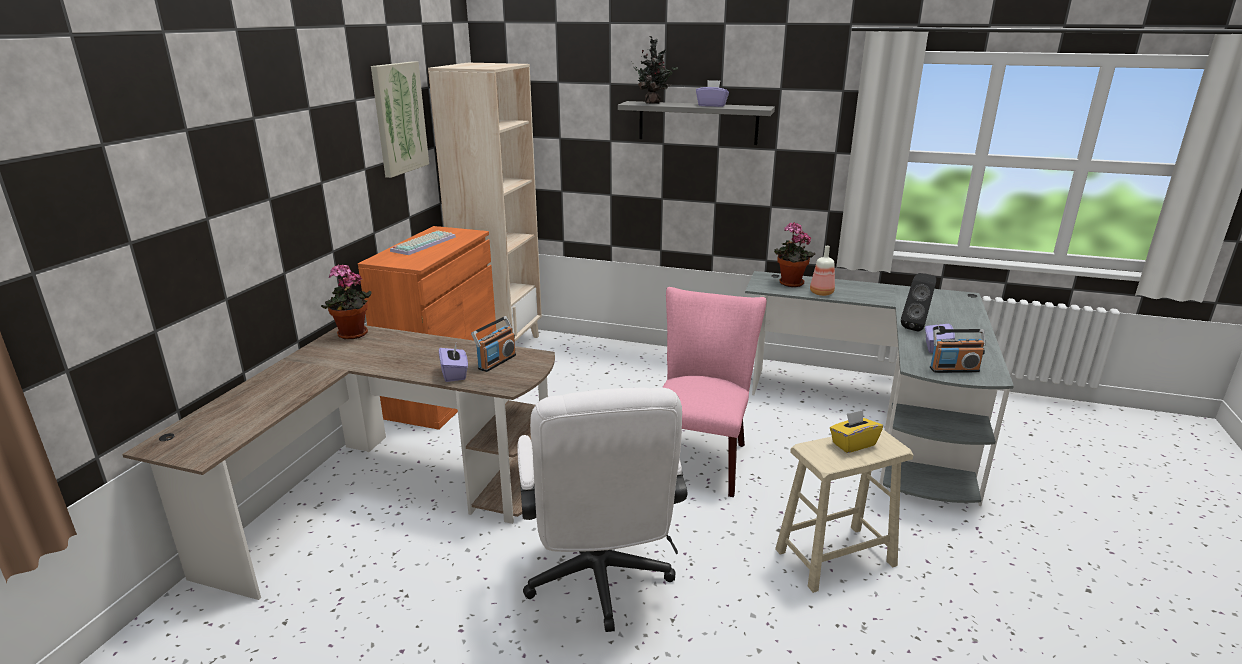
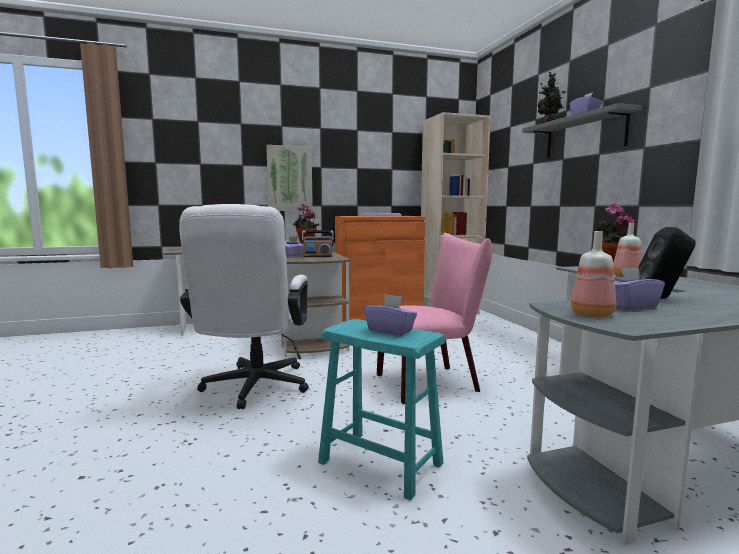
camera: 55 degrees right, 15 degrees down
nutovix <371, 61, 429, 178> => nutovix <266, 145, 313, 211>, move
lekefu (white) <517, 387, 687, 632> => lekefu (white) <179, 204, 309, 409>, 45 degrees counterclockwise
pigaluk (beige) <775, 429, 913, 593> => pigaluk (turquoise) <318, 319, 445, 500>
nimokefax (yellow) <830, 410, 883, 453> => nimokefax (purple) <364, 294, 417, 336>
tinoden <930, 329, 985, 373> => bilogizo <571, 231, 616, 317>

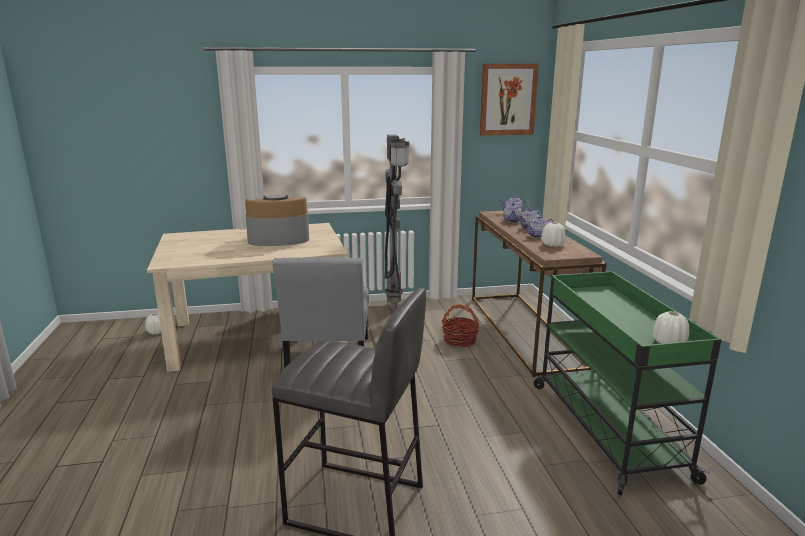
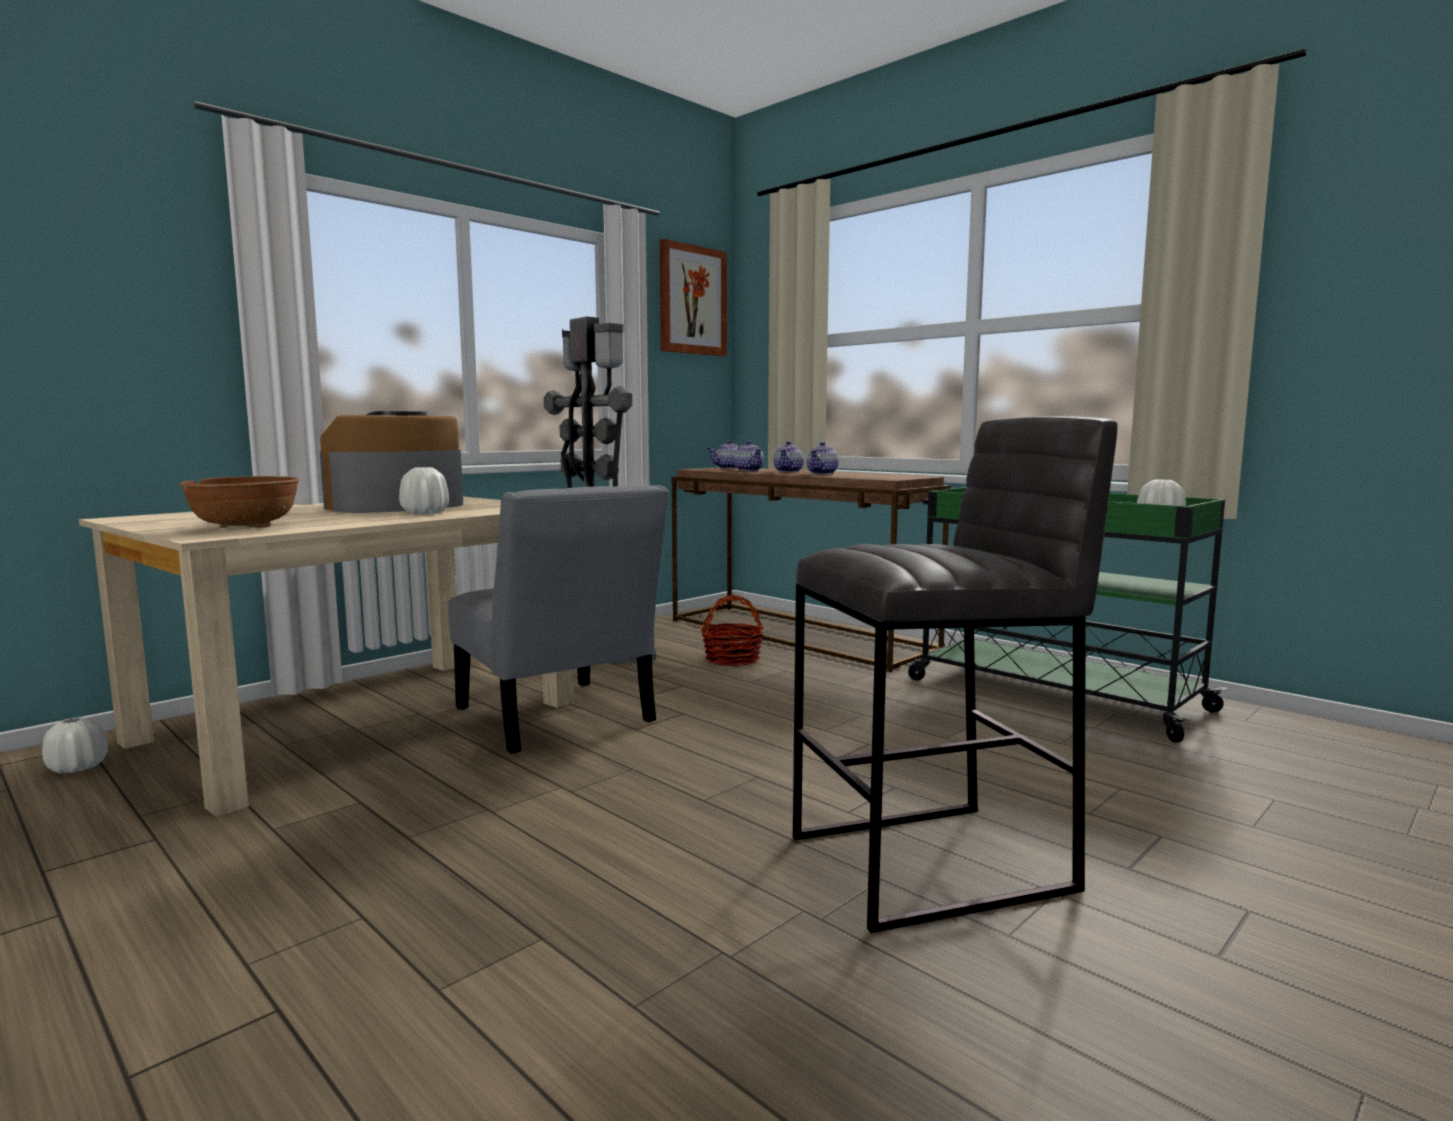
camera: 35 degrees left, 10 degrees down
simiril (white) <541, 222, 565, 247> => simiril (white) <399, 467, 449, 514>, move
nothing => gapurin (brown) <180, 476, 299, 528>

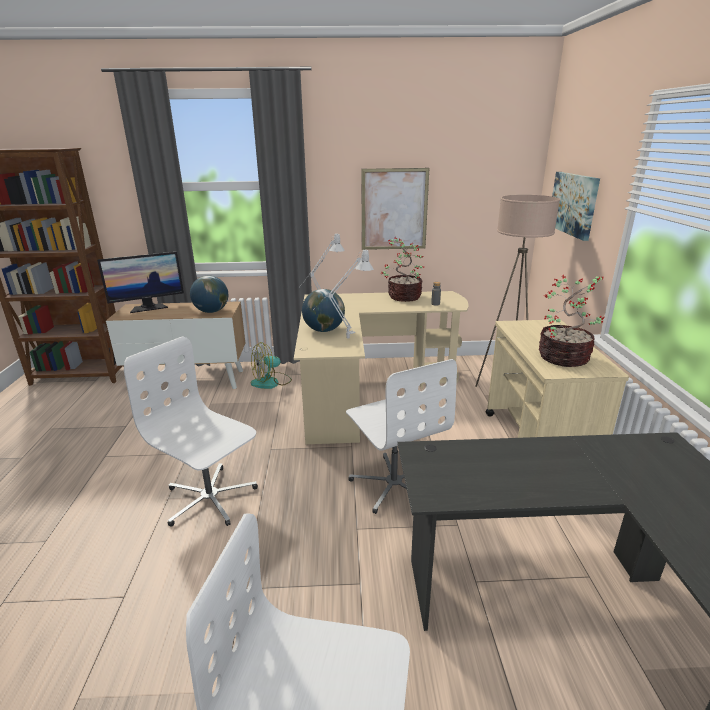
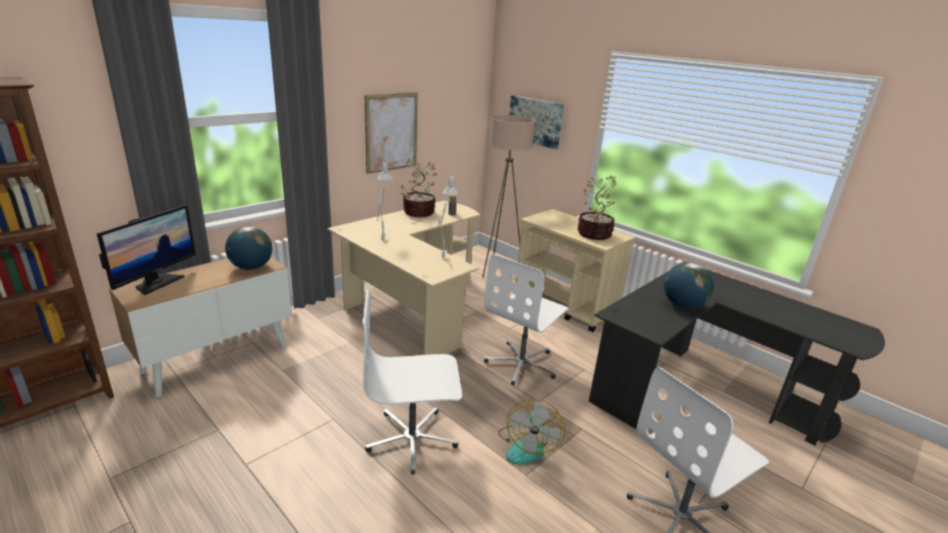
camera: 45 degrees left, 0 degrees up
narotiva <251, 342, 292, 389> => narotiva <498, 399, 565, 464>, move
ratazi <302, 289, 345, 332> => ratazi <664, 262, 714, 309>, move
lekefu (white) <346, 359, 457, 514> => lekefu (white) <484, 254, 569, 385>, 105 degrees clockwise

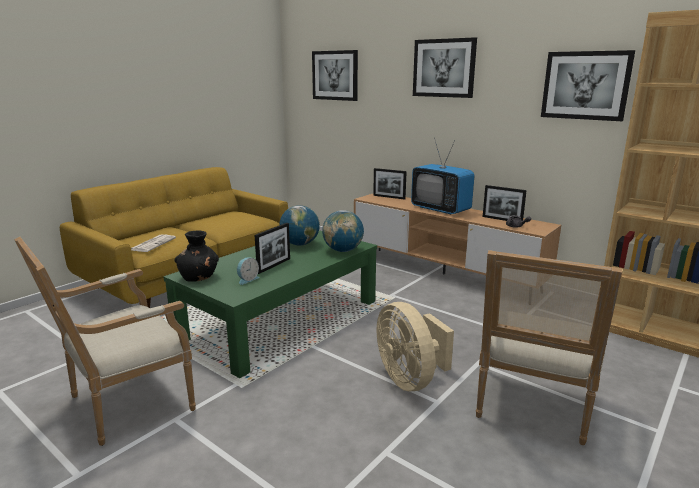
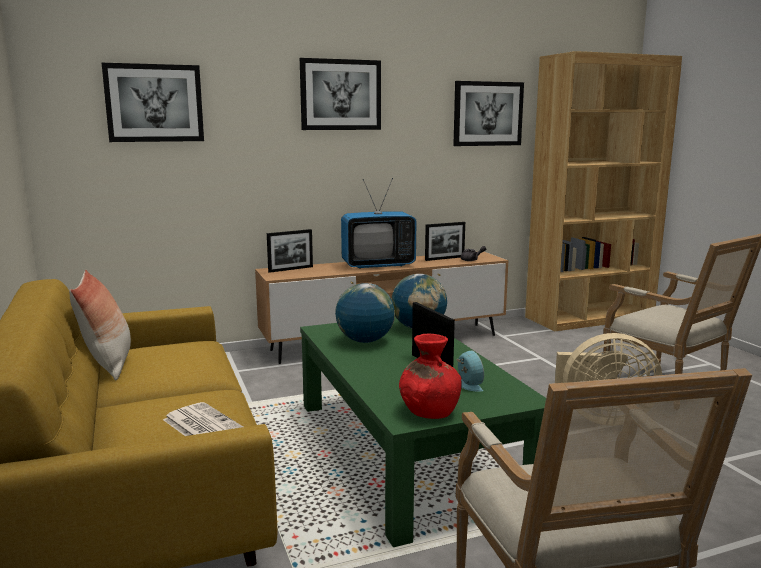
camera: 60 degrees left, 5 degrees down
simiril (black) <174, 230, 219, 282> => simiril (red) <399, 333, 462, 419>
nothing => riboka <69, 270, 131, 380>

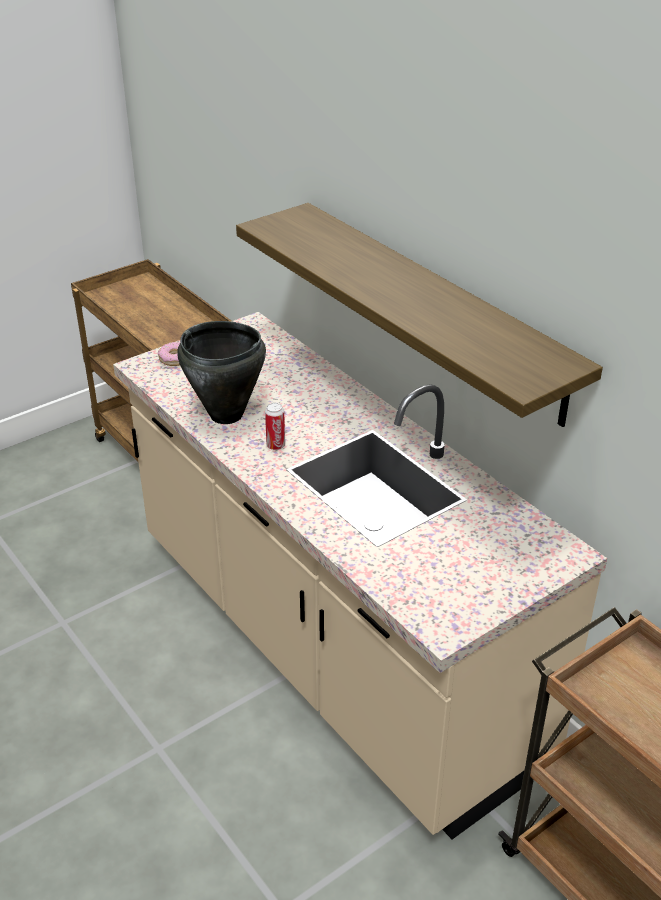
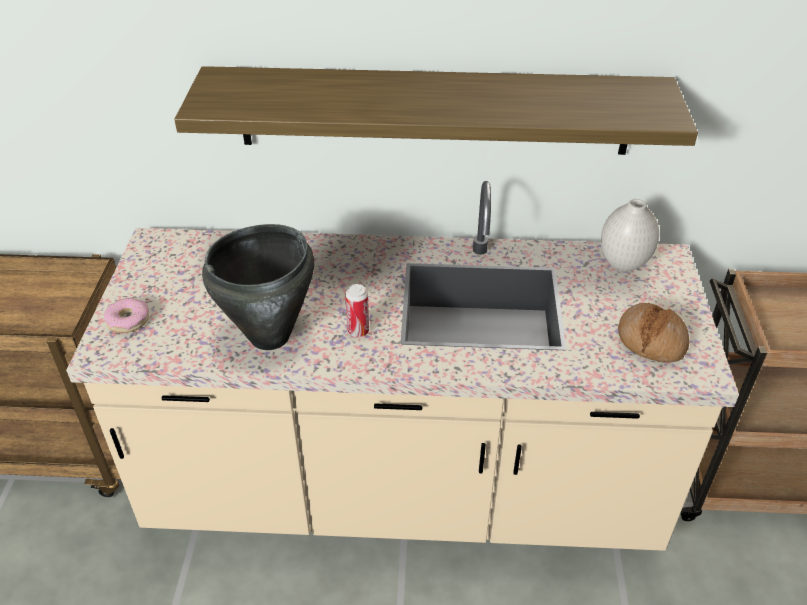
camera: 50 degrees left, 5 degrees up
nothing => simiril (white) <601, 199, 659, 272>
nothing => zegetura <618, 303, 689, 363>

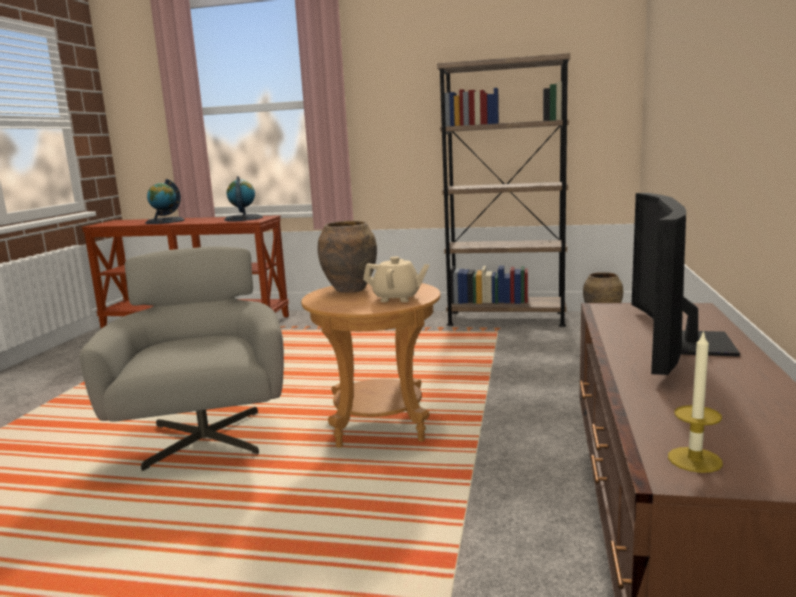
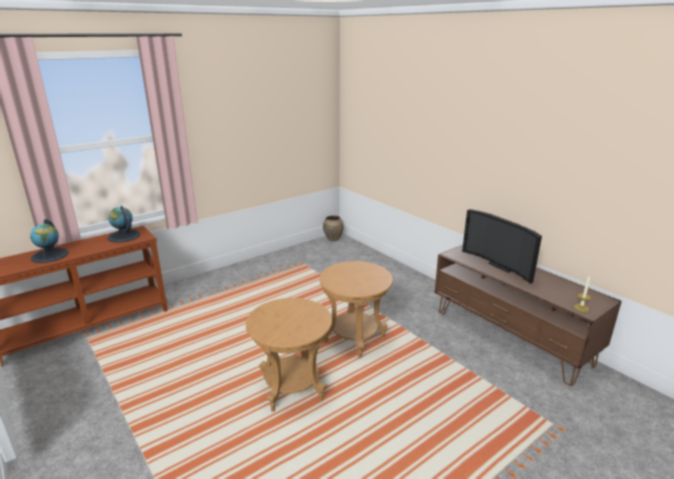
camera: 50 degrees left, 10 degrees up
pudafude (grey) <80, 246, 284, 471> => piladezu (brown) <246, 298, 332, 412>
simiril (brown) <317, 221, 377, 293> => nothing
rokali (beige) <363, 256, 430, 302> => nothing
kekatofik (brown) <437, 53, 570, 327> => nothing

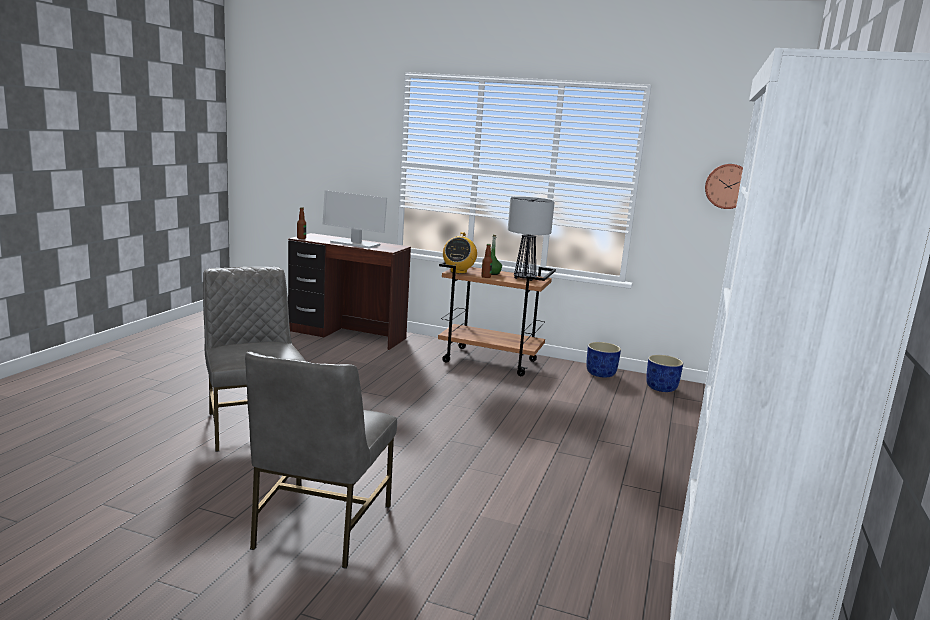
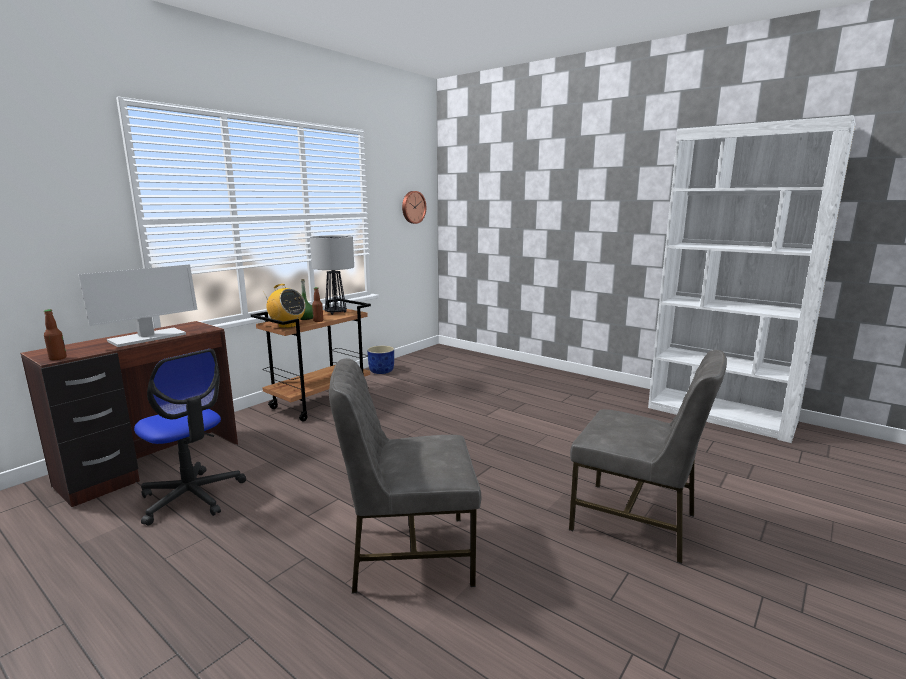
camera: 70 degrees left, 0 degrees up
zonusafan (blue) <646, 355, 683, 392> => nothing
nothing => lekefu <134, 349, 246, 525>

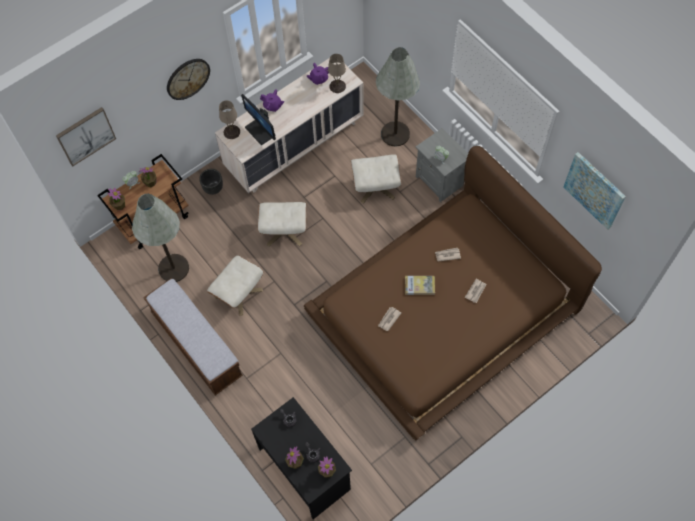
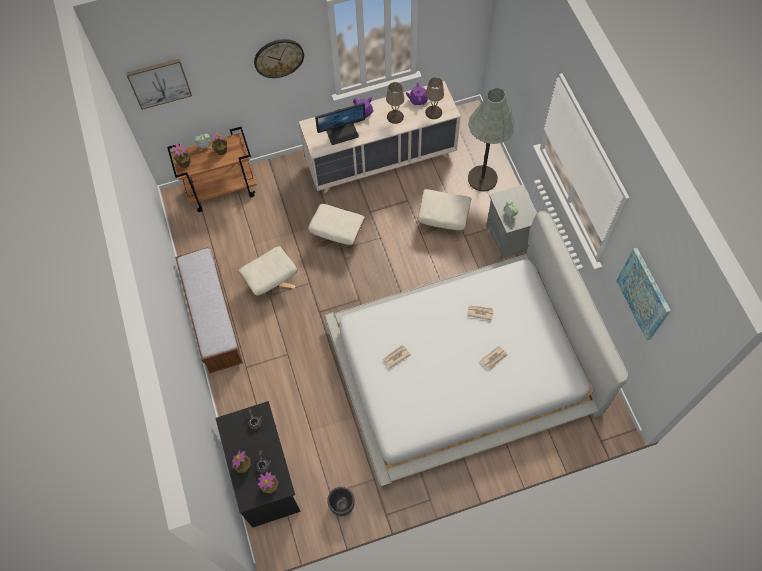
camera: 20 degrees right, 0 degrees up
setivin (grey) <132, 194, 189, 282> => nothing
zonusafan (black) <199, 169, 223, 195> => zonusafan (black) <327, 487, 355, 516>, move
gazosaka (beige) <219, 100, 240, 139> => gazosaka (beige) <386, 82, 405, 124>, move
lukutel <241, 94, 276, 145> => lukutel <315, 102, 365, 145>, 90 degrees counterclockwise
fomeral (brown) <304, 146, 602, 440> => fomeral (white) <324, 211, 628, 486>
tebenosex <405, 276, 435, 295> => nothing

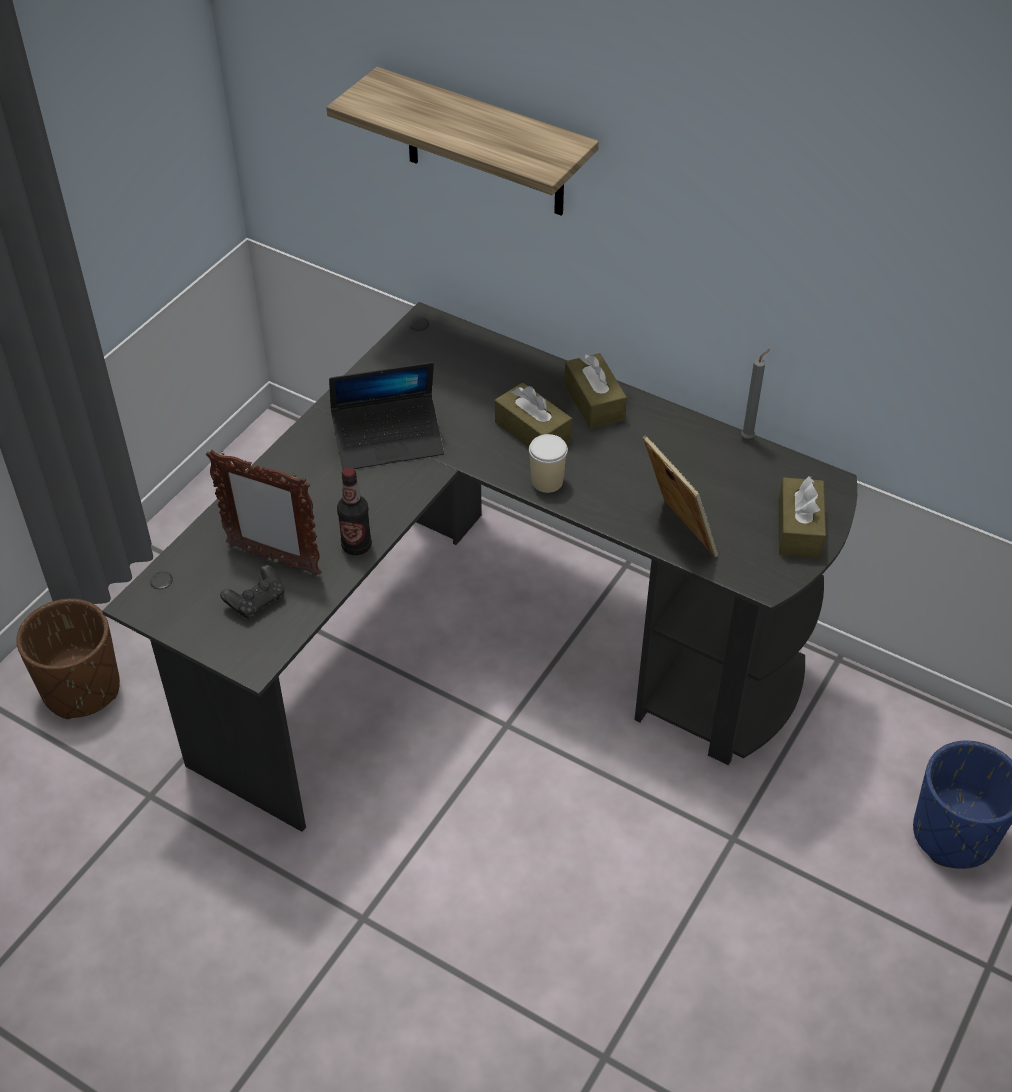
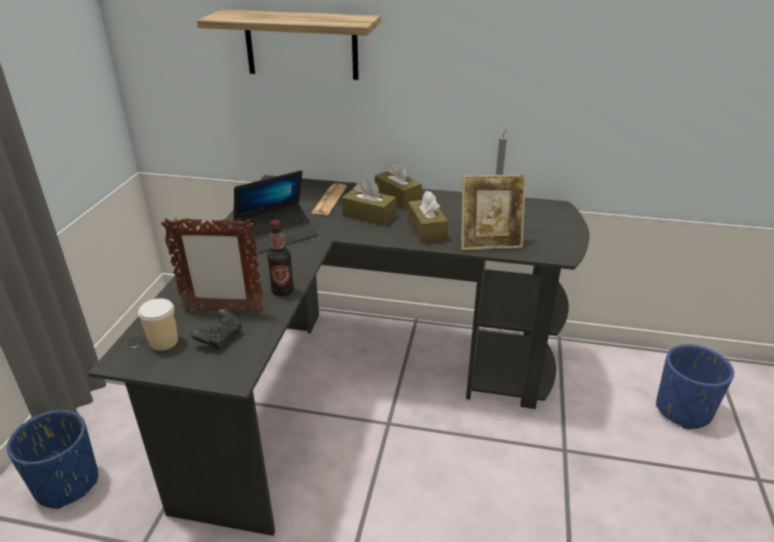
camera: 20 degrees left, 15 degrees down
zonusafan (brown) <16, 599, 120, 719> => zonusafan (blue) <7, 410, 98, 509>
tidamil <529, 434, 568, 493> => tidamil <138, 298, 178, 351>, move
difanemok <643, 435, 718, 557> => difanemok <461, 175, 526, 250>, 135 degrees clockwise
nimokefax (brown) <778, 476, 826, 559> => nimokefax (brown) <408, 191, 448, 243>, move
nothing => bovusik <312, 184, 347, 215>

